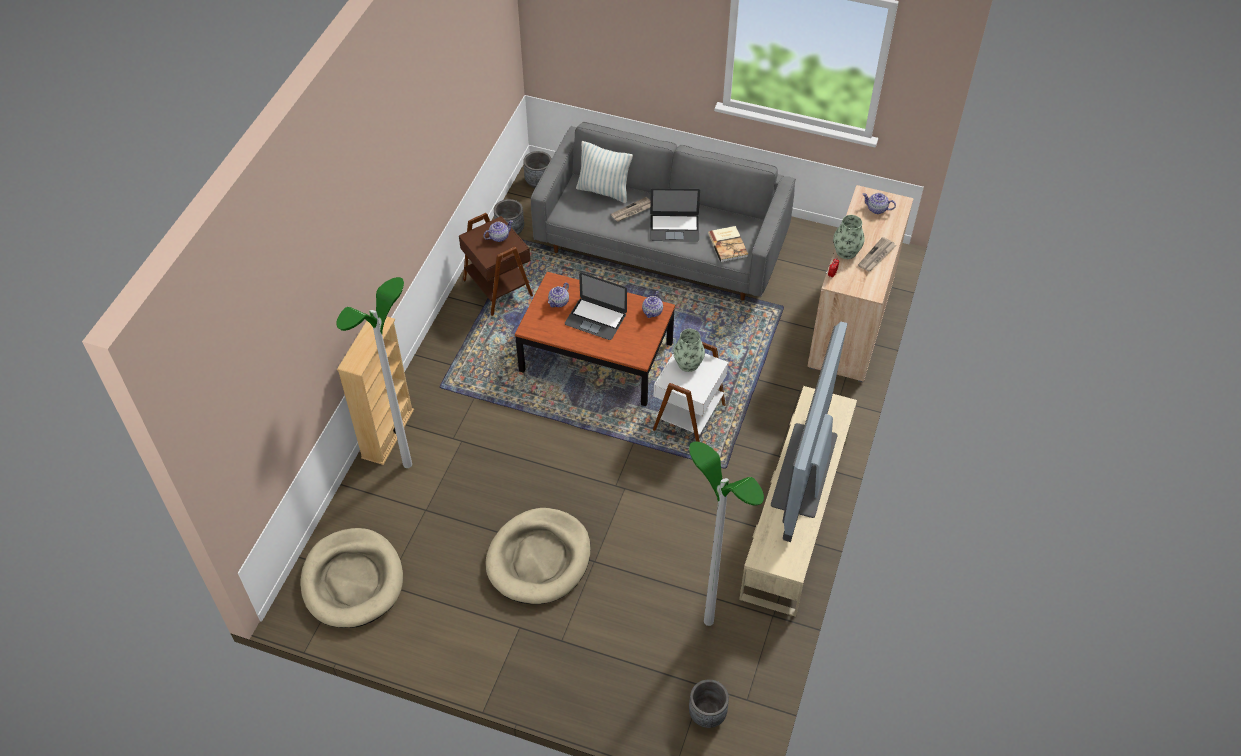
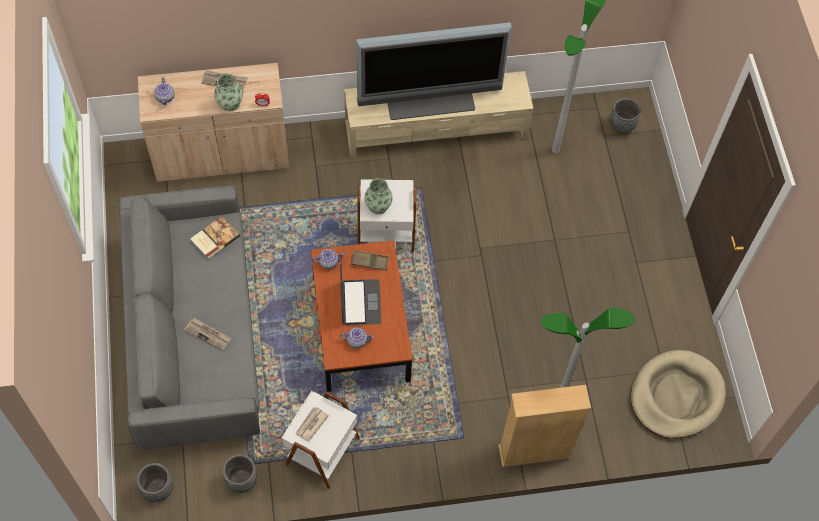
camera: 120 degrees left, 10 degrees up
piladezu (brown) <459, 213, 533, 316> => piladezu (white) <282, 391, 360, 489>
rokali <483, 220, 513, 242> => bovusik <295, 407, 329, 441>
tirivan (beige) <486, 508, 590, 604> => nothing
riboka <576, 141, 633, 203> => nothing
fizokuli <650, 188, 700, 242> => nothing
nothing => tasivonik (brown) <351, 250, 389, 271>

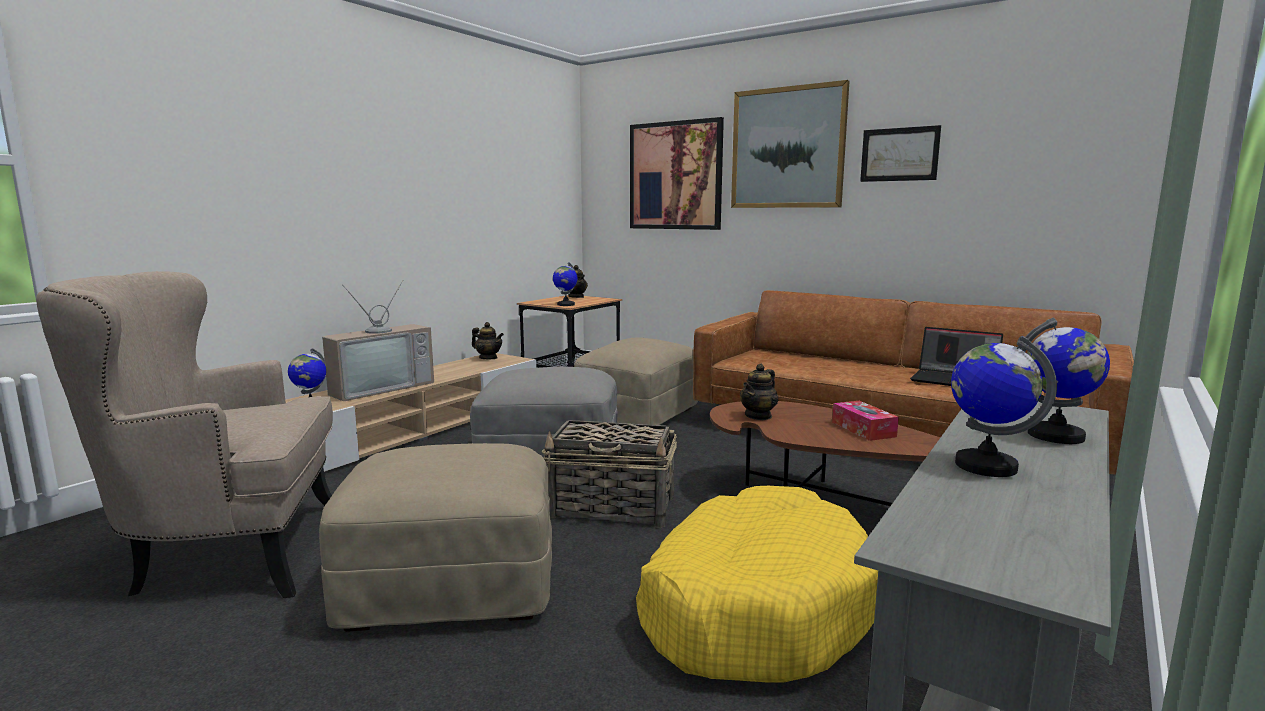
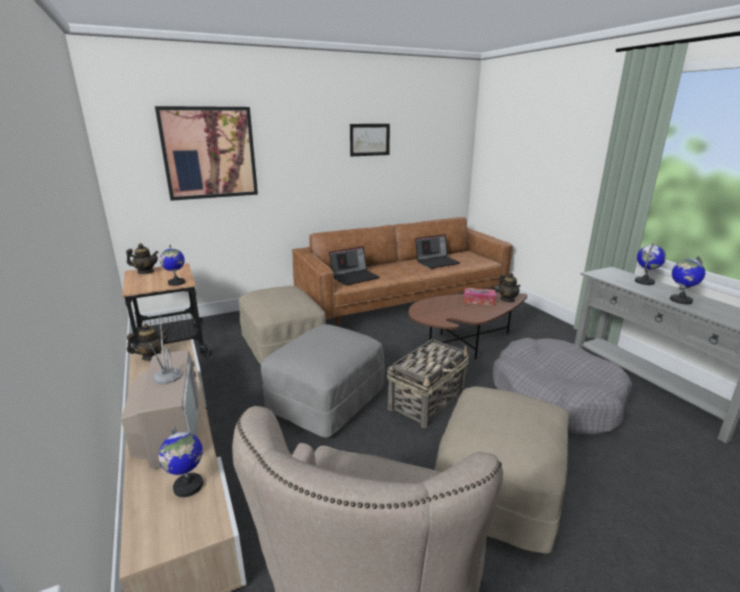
camera: 60 degrees left, 10 degrees up
tirivan (yellow) <636, 486, 878, 683> => tirivan (grey) <493, 338, 633, 434>
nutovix <731, 80, 849, 208> => nothing
rokali <740, 363, 778, 420> => rokali <499, 273, 521, 302>, move
nothing => fizokuli <329, 246, 380, 285>

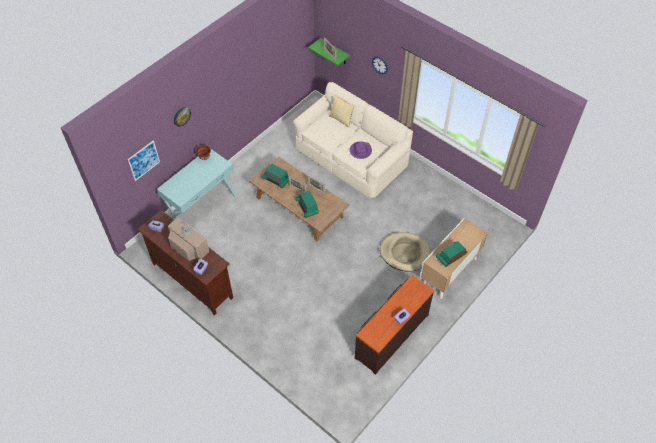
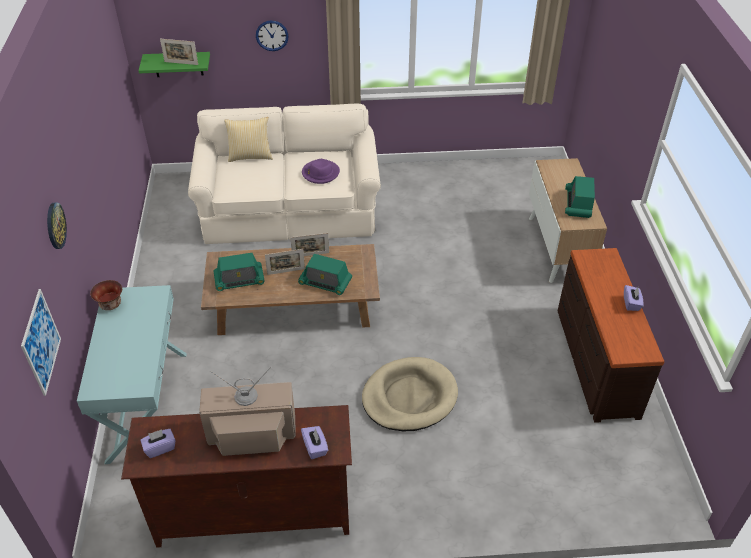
camera: 45 degrees left, 10 degrees down
tirivan (beige) <380, 232, 431, 272> => tirivan (beige) <362, 357, 458, 431>, move

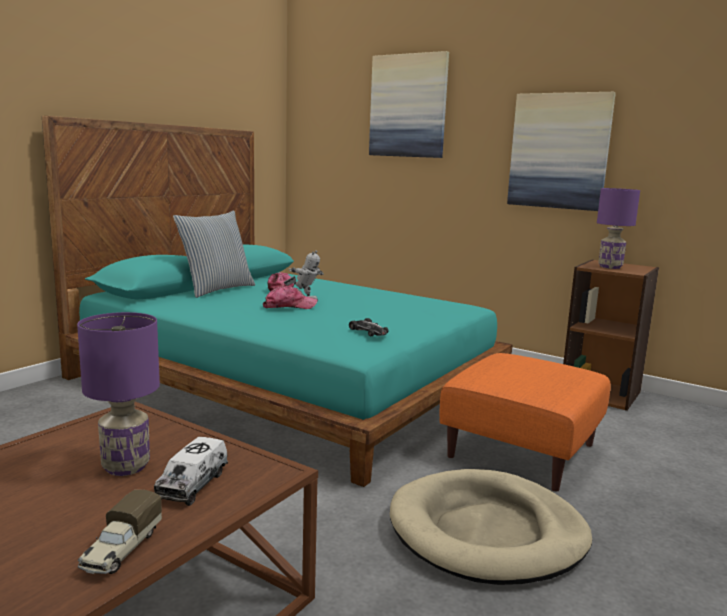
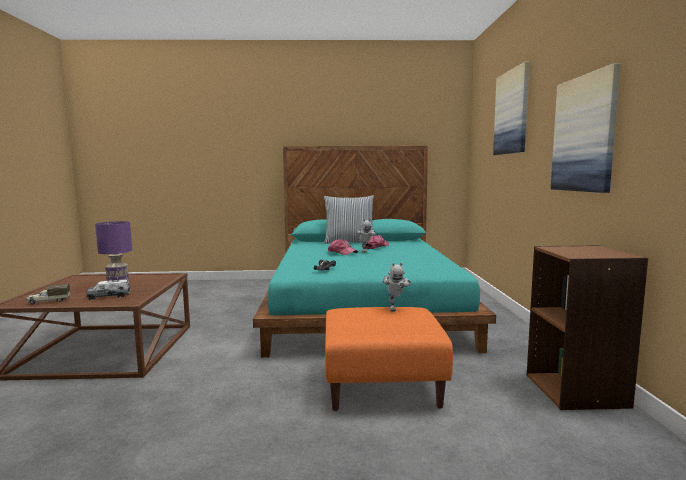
camera: 55 degrees right, 5 degrees down
tirivan (beige) <390, 469, 592, 585> => nothing
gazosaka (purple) <597, 188, 640, 269> => nothing
nothing => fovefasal <382, 263, 411, 312>

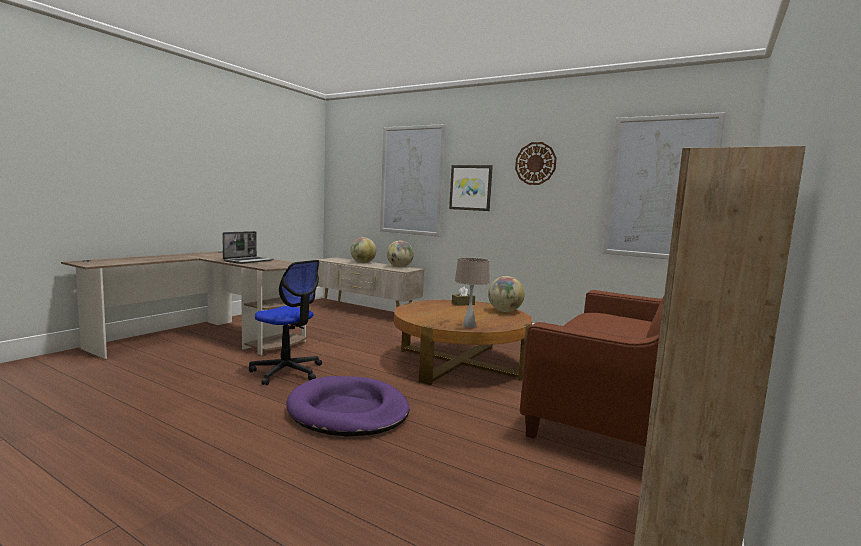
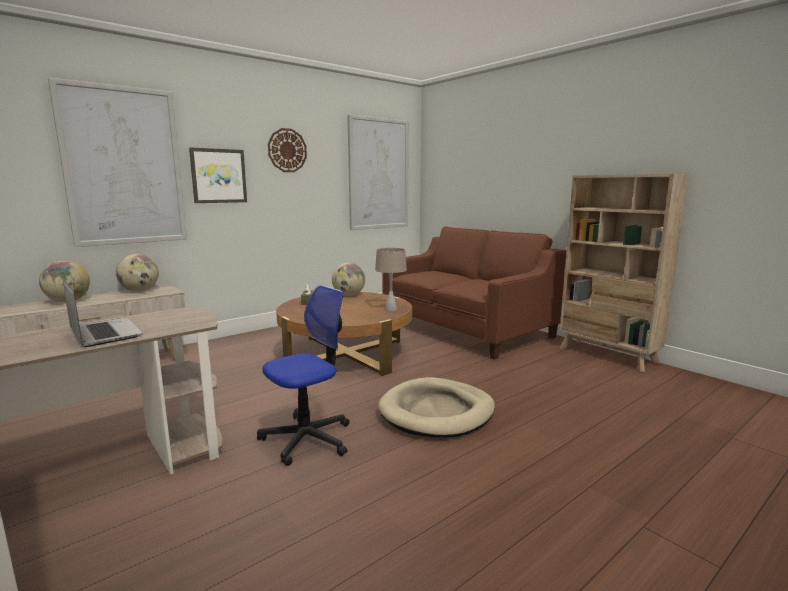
camera: 70 degrees left, 5 degrees up
tirivan (purple) <287, 376, 410, 437> => tirivan (beige) <378, 377, 495, 438>

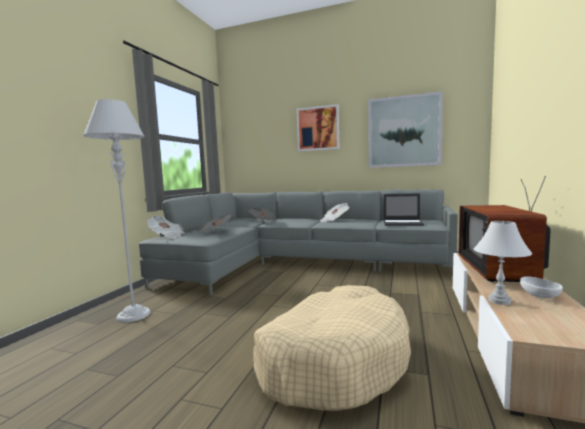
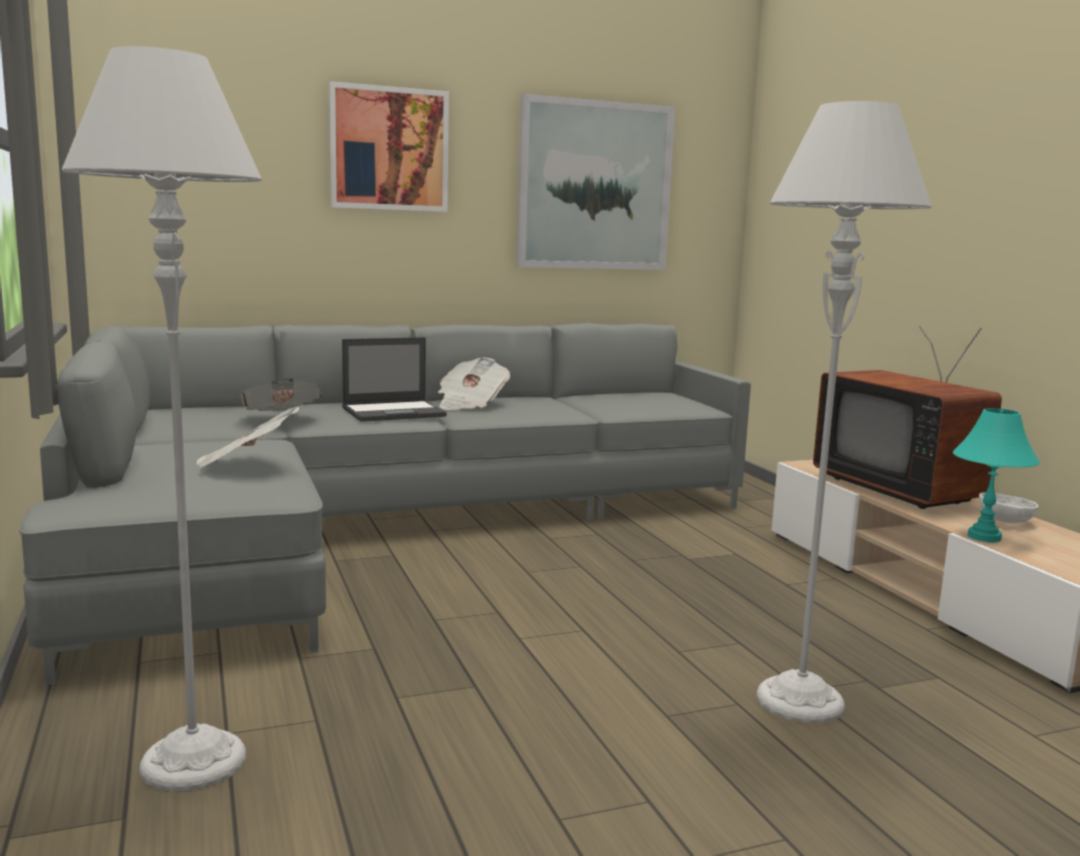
camera: 40 degrees left, 5 degrees up
bovusik <147, 216, 185, 238> => nothing
tirivan (beige) <253, 285, 411, 411> => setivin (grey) <756, 101, 932, 723>
fizokuli <384, 193, 424, 226> => fizokuli <342, 337, 447, 422>, move
gazosaka (white) <474, 221, 532, 305> => gazosaka (turquoise) <953, 408, 1040, 542>

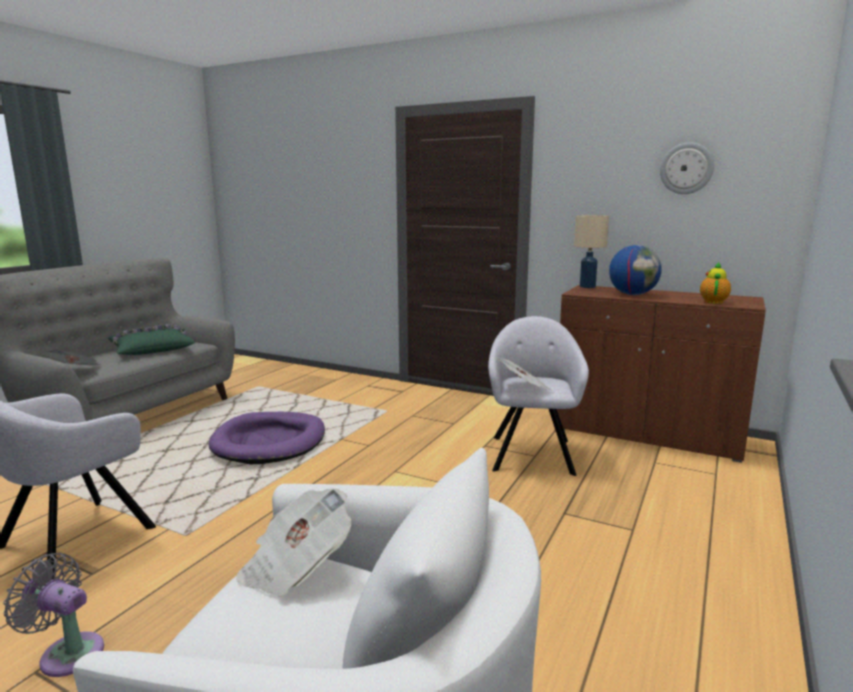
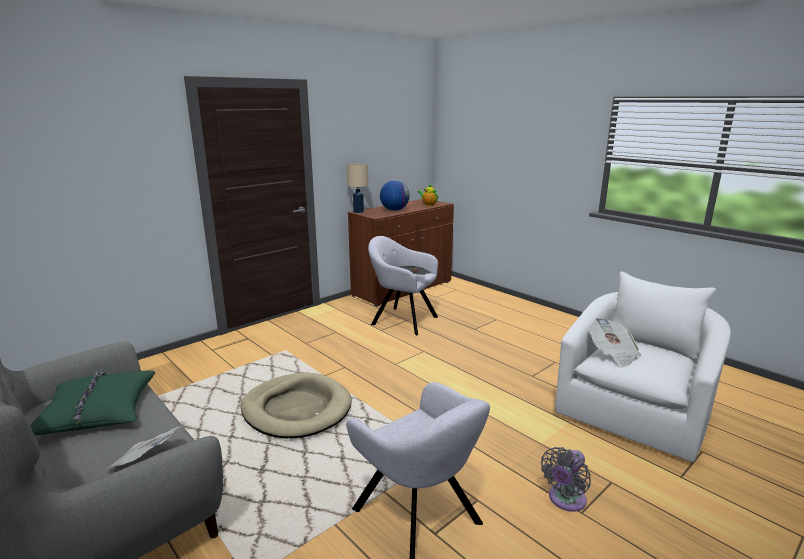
camera: 70 degrees left, 5 degrees up
tirivan (purple) <209, 412, 325, 464> => tirivan (beige) <241, 373, 352, 438>
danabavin <660, 142, 714, 194> => nothing

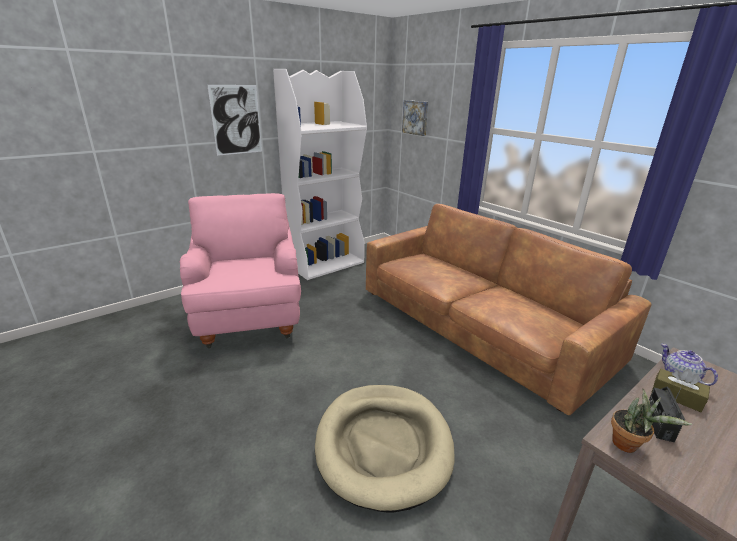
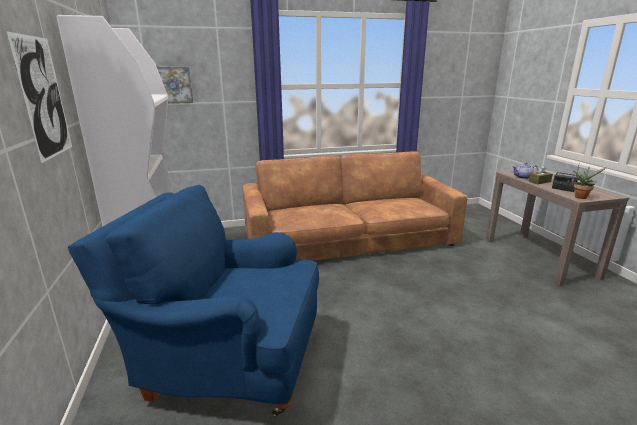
camera: 65 degrees left, 5 degrees down
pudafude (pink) <180, 193, 301, 348> => pudafude (blue) <68, 185, 319, 416>
tirivan (beige) <315, 385, 455, 512> => nothing

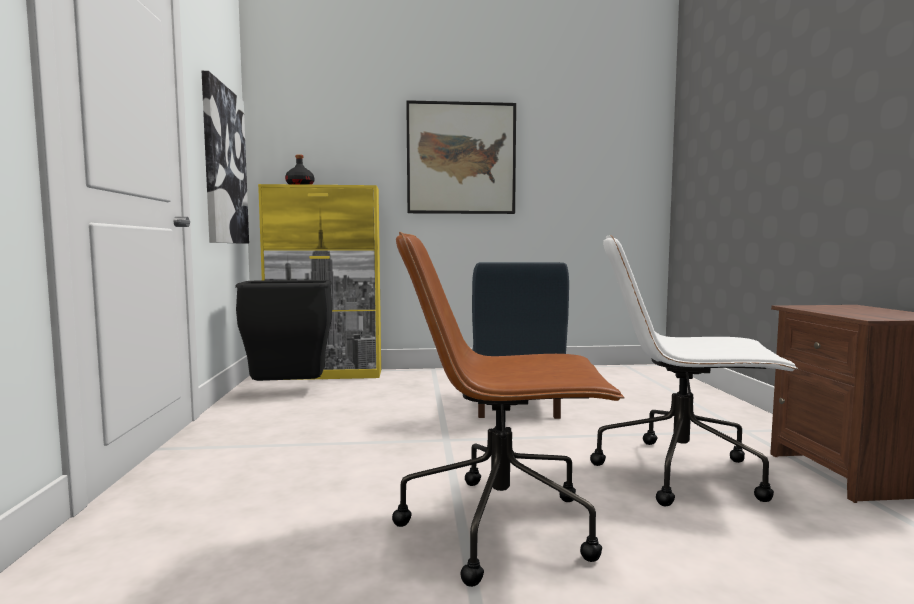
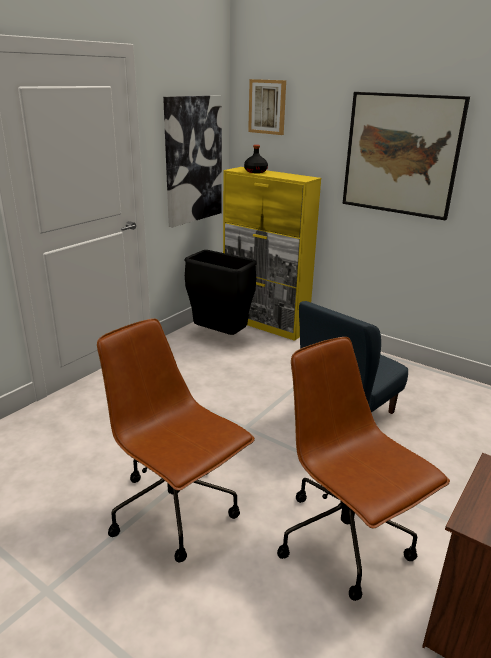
camera: 40 degrees right, 20 degrees up
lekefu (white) <590, 235, 799, 506> => lekefu (brown) <277, 337, 450, 601>
nothing => nutovix <248, 79, 286, 135>

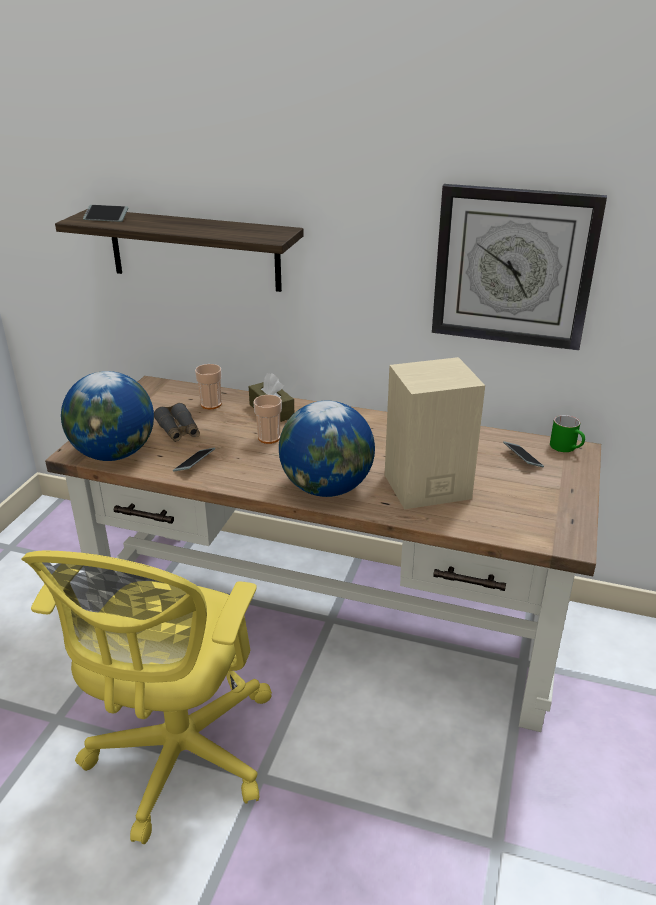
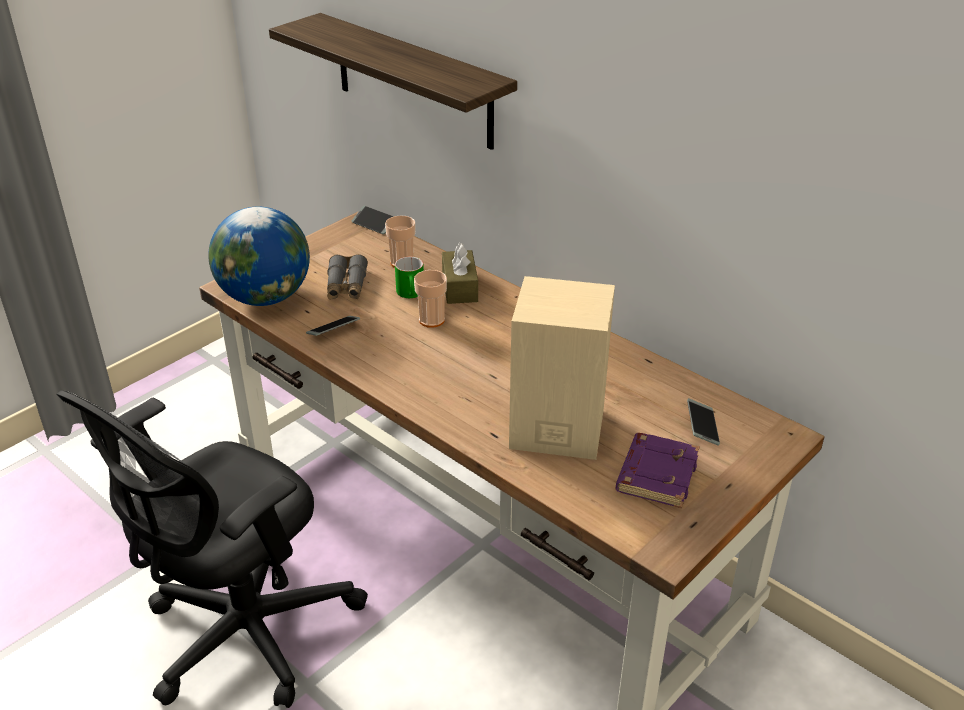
camera: 25 degrees right, 5 degrees up
lekefu (yellow) <21, 551, 272, 844> => lekefu (black) <57, 390, 368, 708>
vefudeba <83, 205, 128, 222> => vefudeba <352, 206, 394, 234>, move
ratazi <279, 401, 375, 497> => nothing
danabavin <432, 184, 607, 350> => nothing
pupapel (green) <550, 415, 585, 452> => pupapel (green) <395, 257, 424, 298>, move
nothing => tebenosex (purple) <616, 433, 700, 509>

